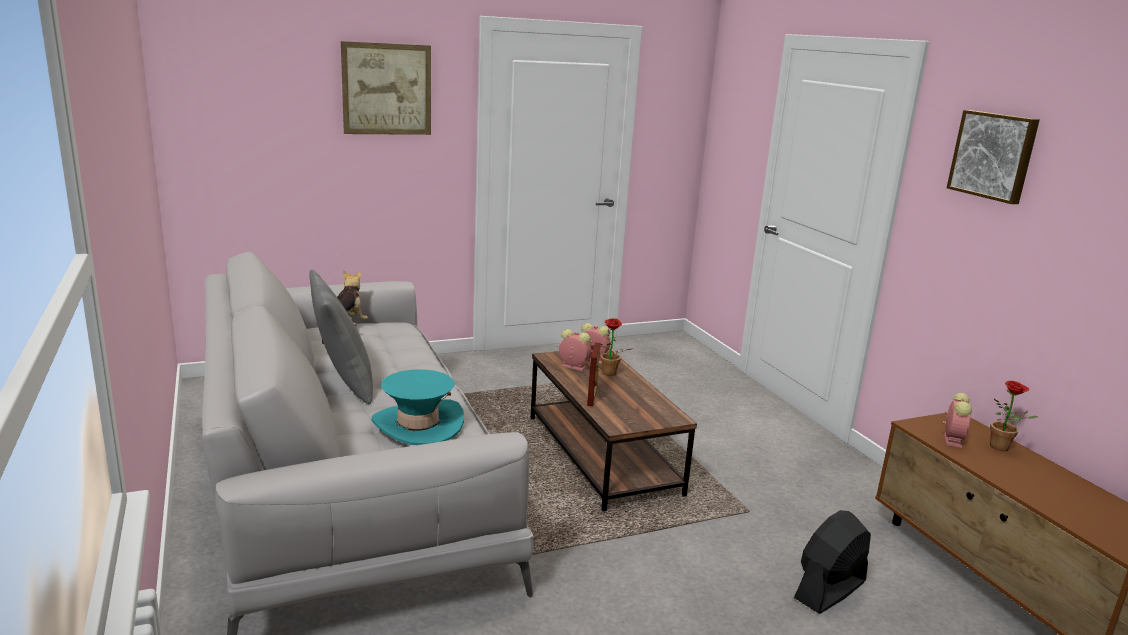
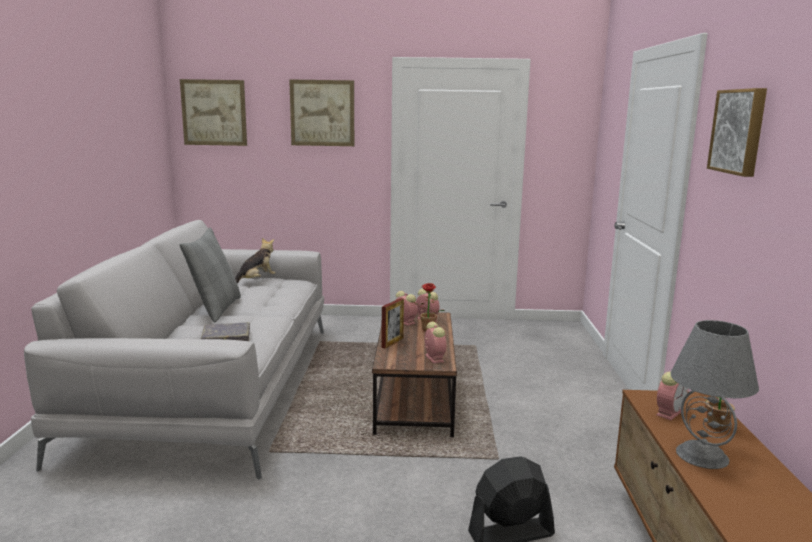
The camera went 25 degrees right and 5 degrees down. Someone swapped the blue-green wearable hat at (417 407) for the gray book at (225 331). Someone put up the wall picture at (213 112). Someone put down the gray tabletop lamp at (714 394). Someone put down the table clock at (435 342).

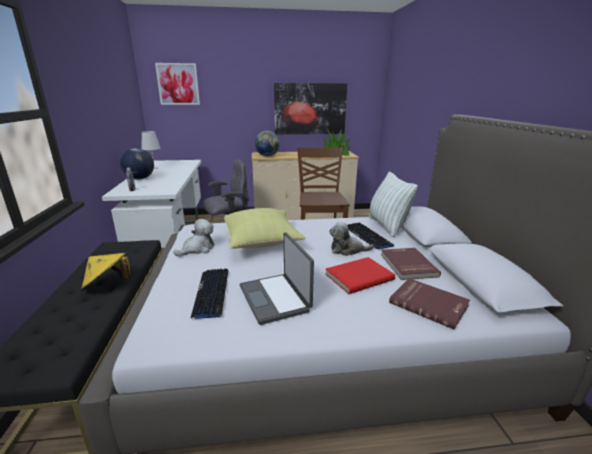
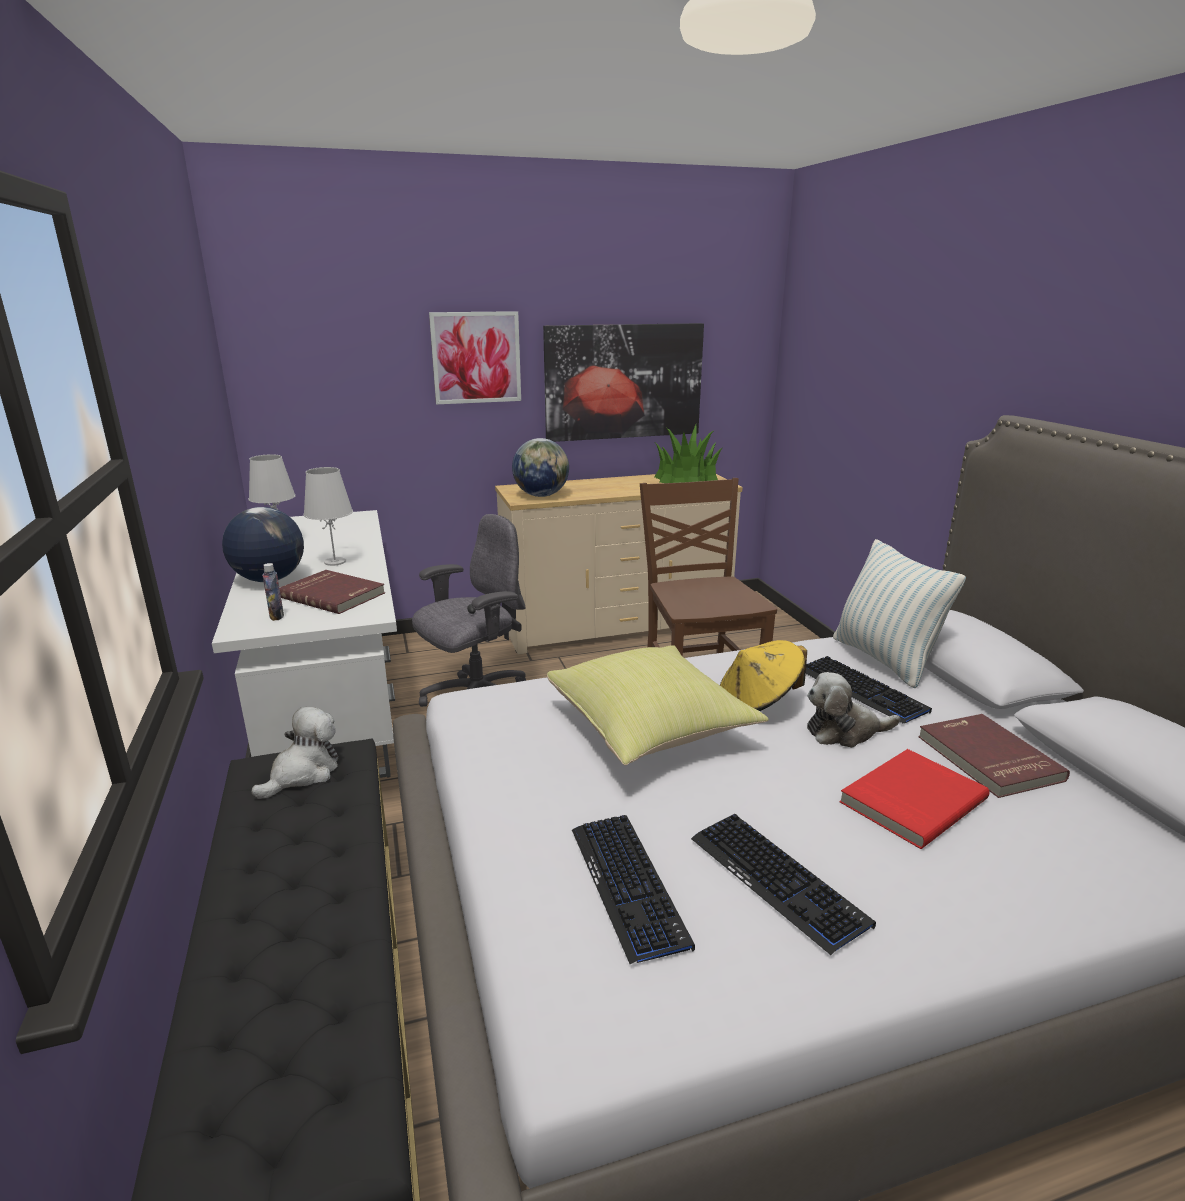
The camera went 10 degrees left and 0 degrees up. Someone carried the wall picture from (177 84) to (475 357). Someone carried the cuddly toy from (193 237) to (295 753). Someone swapped the laptop at (276 278) for the keyboard at (783 884). Someone carried the yellow wearable hat from (105 272) to (763 675). Someone carried the red-coloured book from (429 303) to (332 592). Someone put down the whitish tabletop lamp at (328 516).

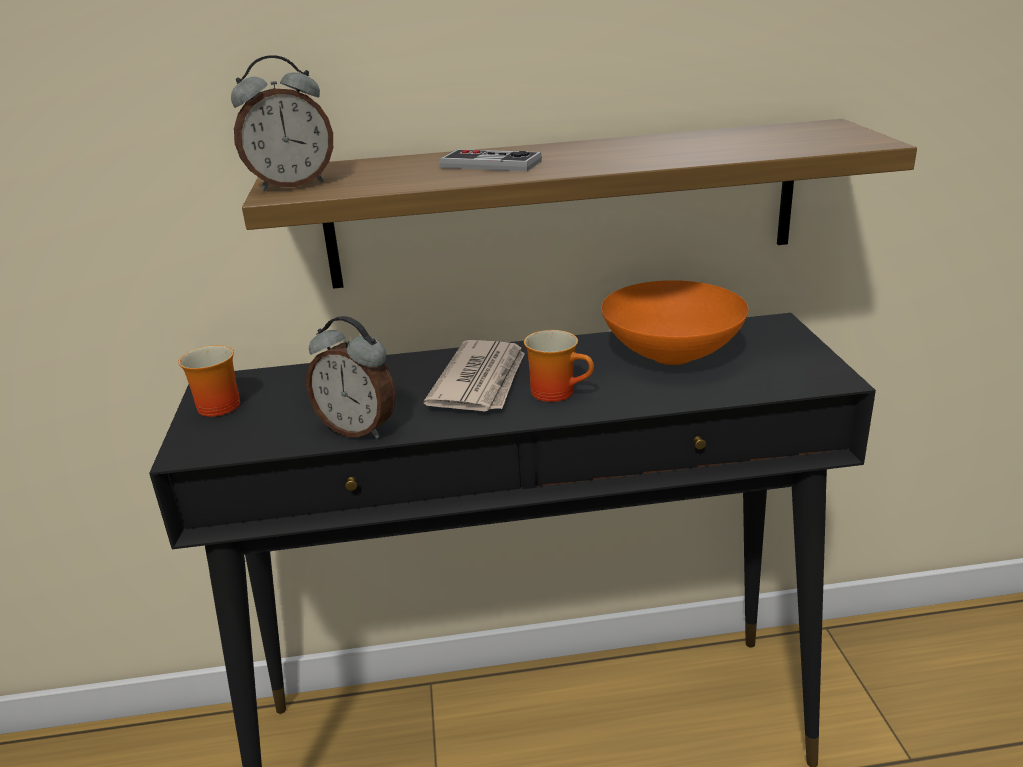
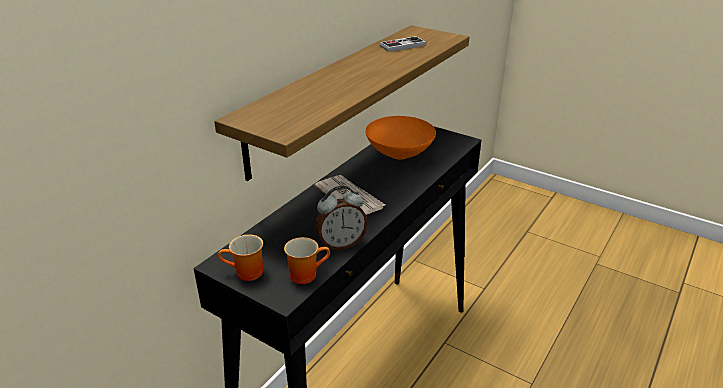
The camera went 50 degrees left and 5 degrees up. Someone took away the table clock at (282 123). Someone carried the gamepad from (490 160) to (402 44). Someone carried the coffee mug from (559 366) to (307 260).

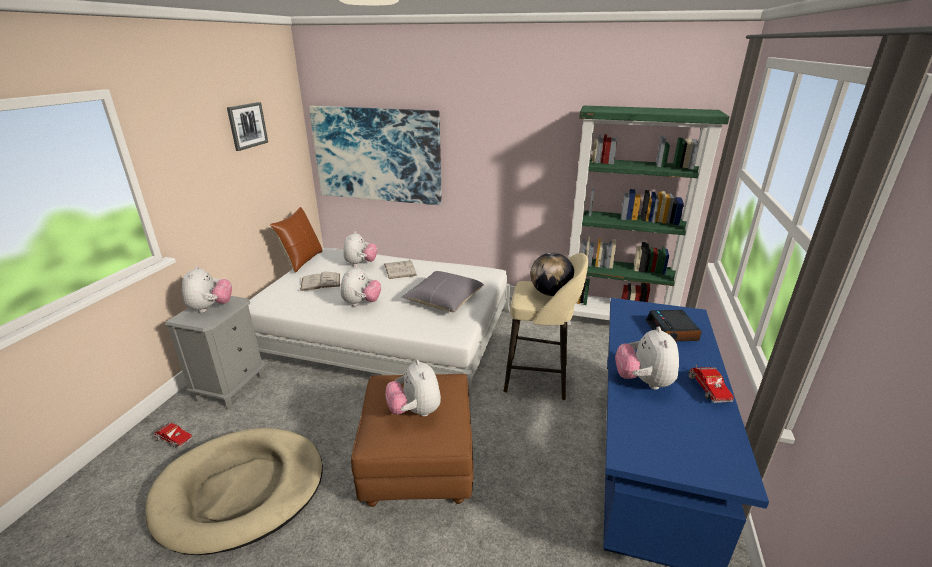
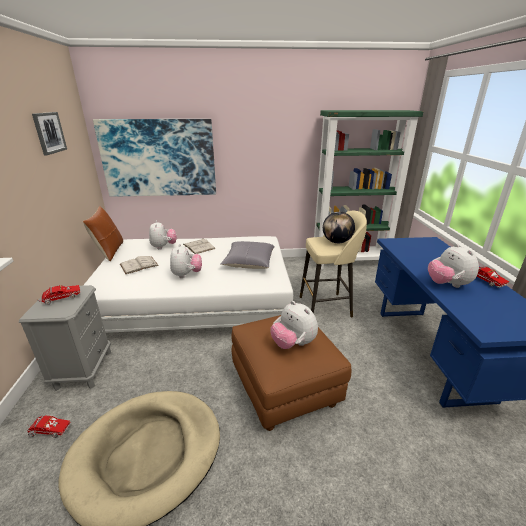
The camera went 20 degrees left and 0 degrees up. Someone swapped the cuddly toy at (207 289) for the toy lorry at (58 295). Someone took away the table clock at (674 325).

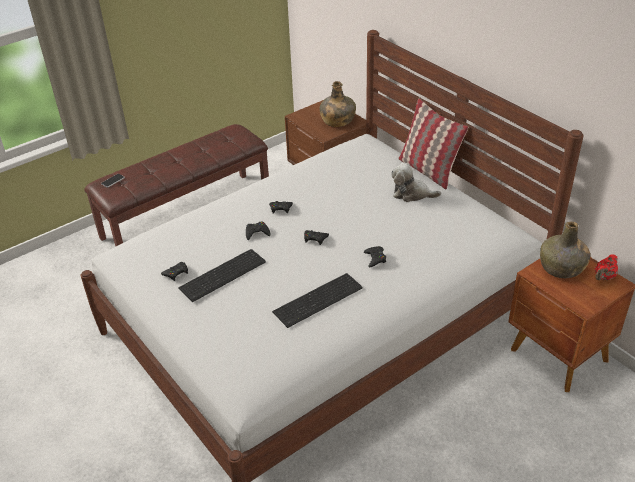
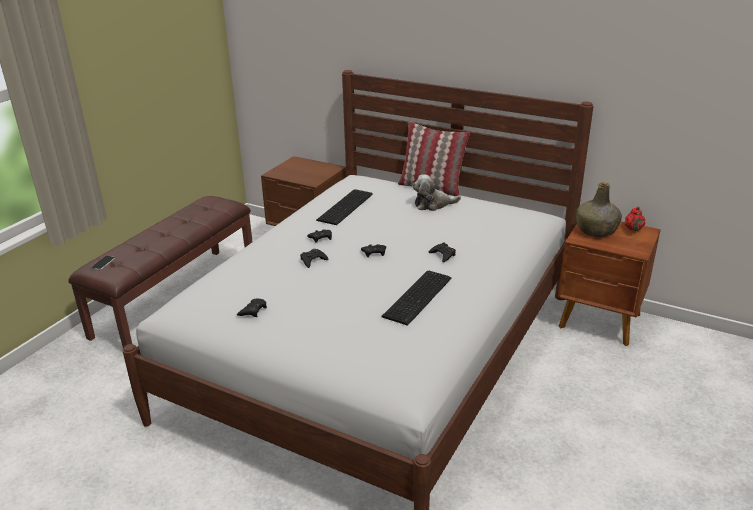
The camera went 25 degrees left and 10 degrees down. Someone took away the green-coloured drink bottle at (338 104). Someone carried the keyboard from (222 275) to (344 207).

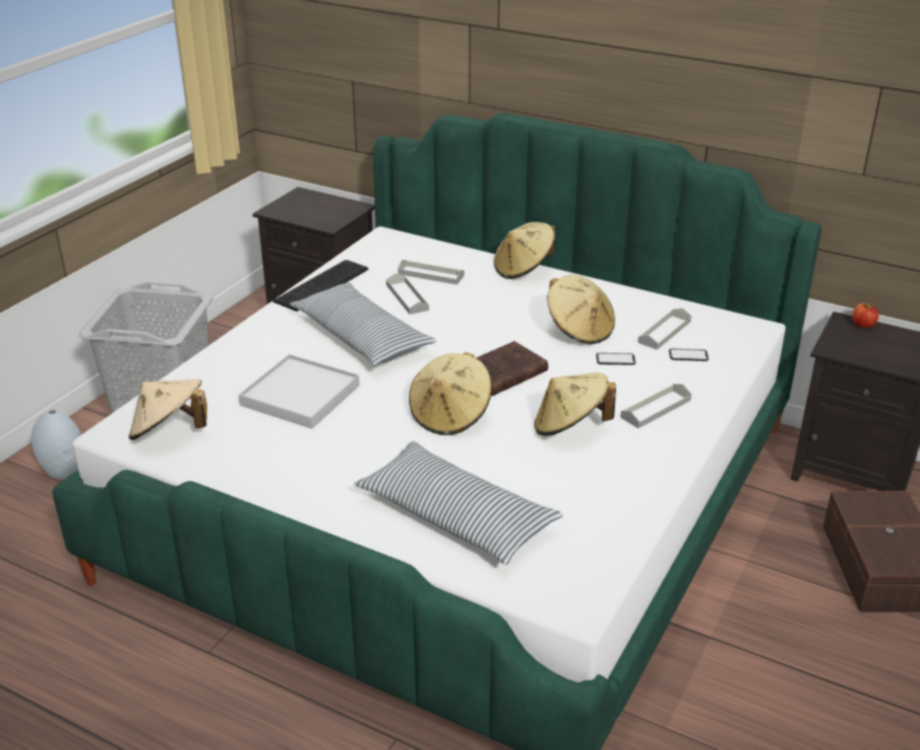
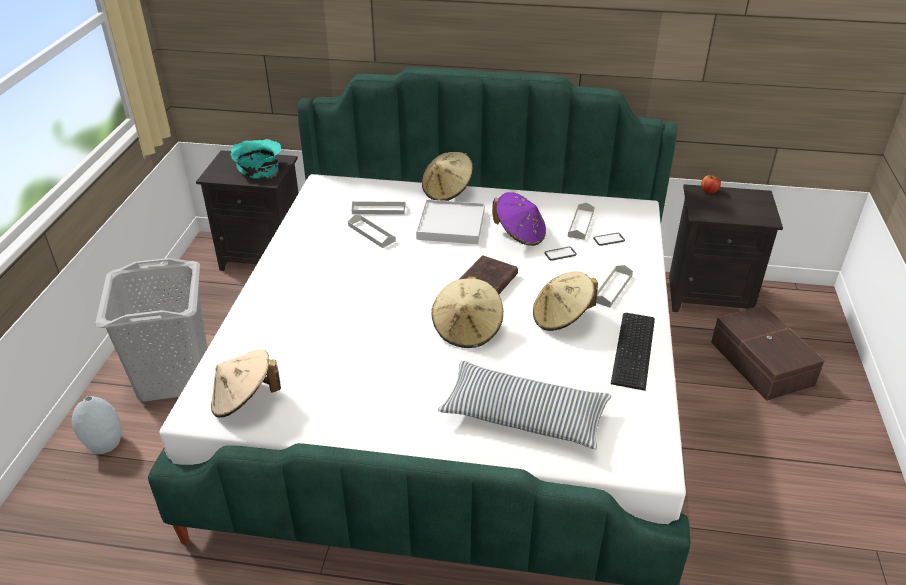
The camera went 20 degrees left and 5 degrees up. Someone carried the keyboard from (320 285) to (633 352). Someone repainted the sand-coloured wearable hat at (581 309), which became the purple wearable hat at (519 219). Someone took away the cushion at (363 324). Someone carried the whitish tray from (299 391) to (450 221). Someone put down the blue-green serving bowl at (256 159).

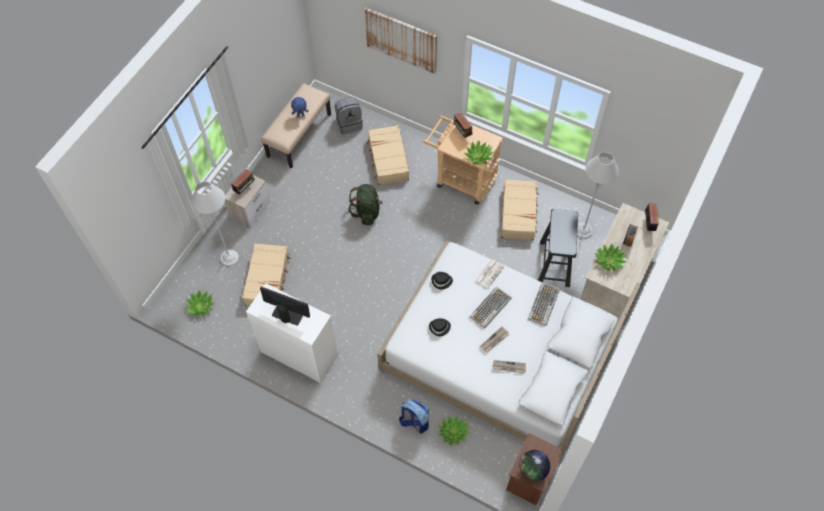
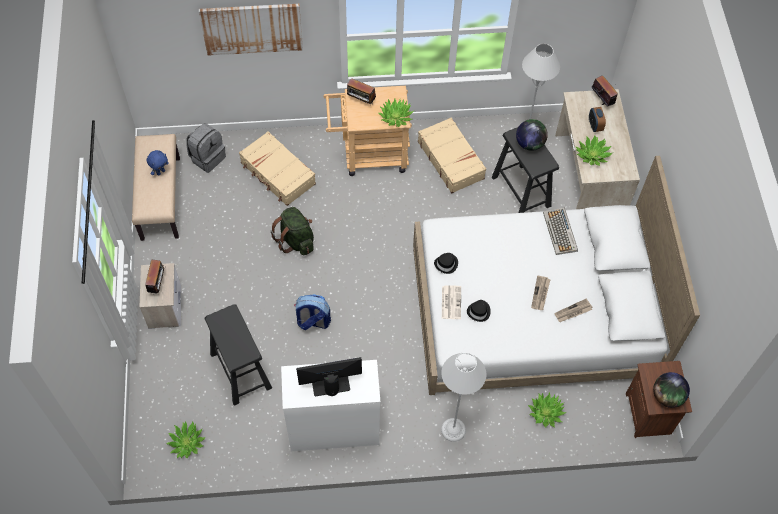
The camera went 35 degrees left and 0 degrees up. Someone carried the gray standard lamp from (215 223) to (463 397). Someone swapped the sand-coloured piece of luggage at (266 274) for the blackish stool at (238 355). Someone carried the newspaper from (489 274) to (451 302). Someone took away the keyboard at (490 307). Someone carried the rucksack from (414 416) to (312 312). Someone put down the world globe at (532 135).

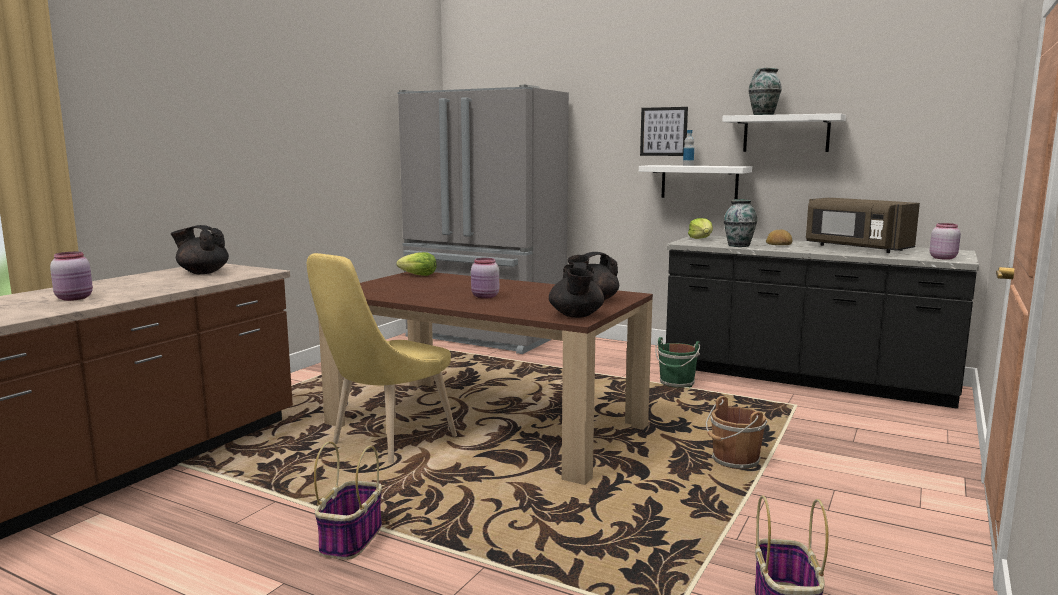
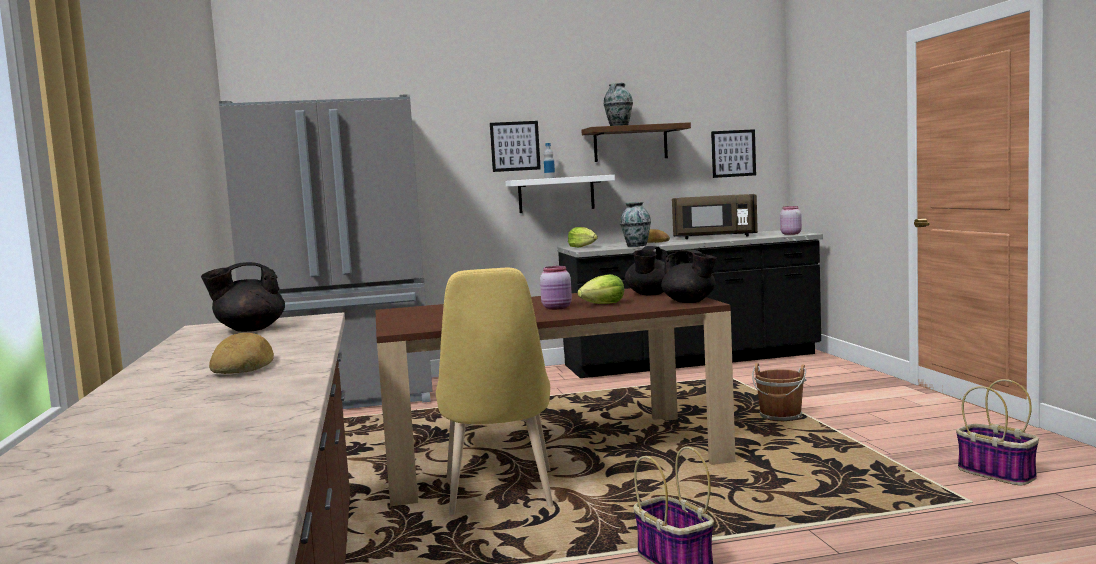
The camera went 40 degrees left and 5 degrees down. Someone repainted the whitish wall shelf at (784 132), which became the brownish wall shelf at (636 142). Someone swapped the pink jar at (71 276) for the bread at (241 353). Someone carried the lettuce head from (417 264) to (601 289). Someone took away the green-coloured pail at (677 362). Someone put up the wall picture at (733 153).

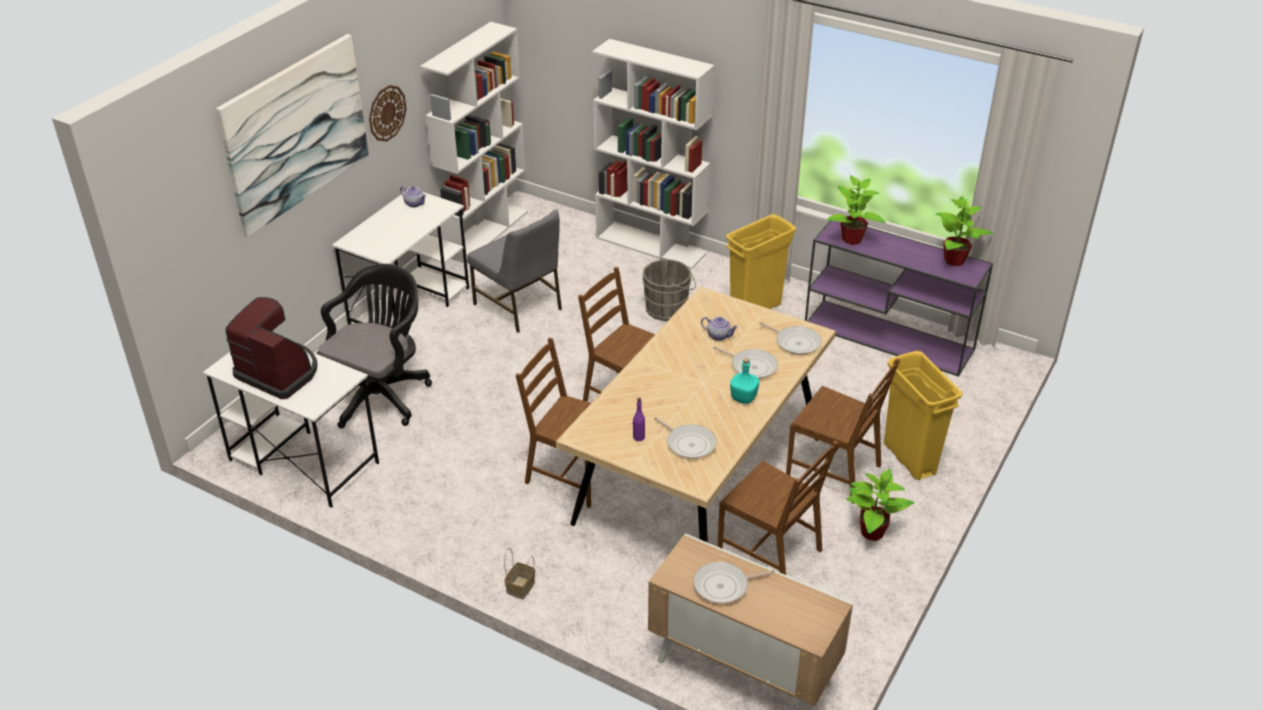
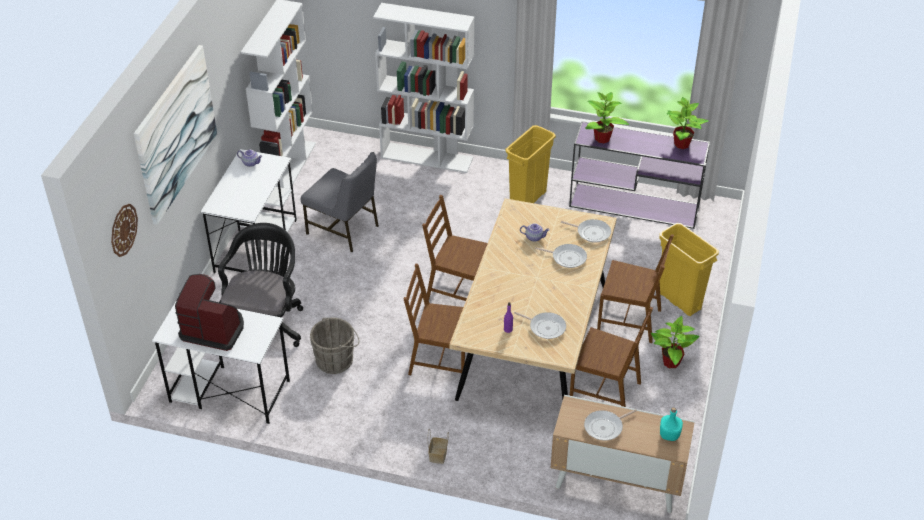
The camera went 15 degrees left and 5 degrees up. Someone carried the wall clock from (387 113) to (124 230). Someone carried the gray pail from (669 289) to (335 346). Someone carried the blue-green drink bottle from (744 381) to (671 424).

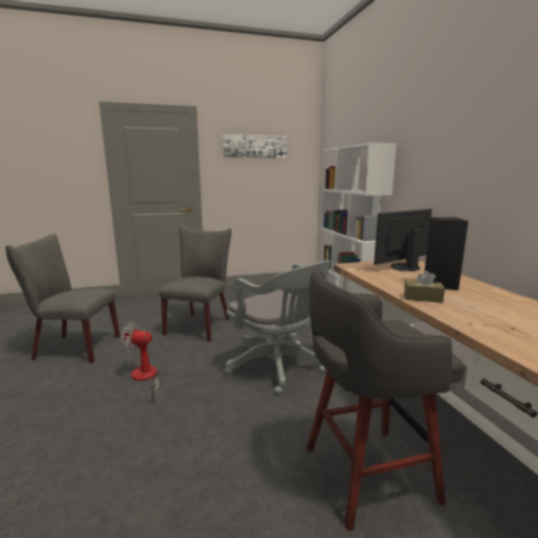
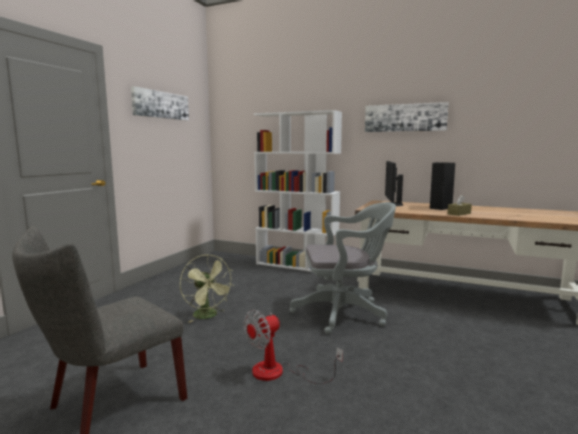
The camera went 50 degrees left and 5 degrees down. Someone swapped the gray upright chair at (195 284) for the green-coloured electric fan at (207 288). Someone took away the gray stool at (385 400). Someone put up the wall picture at (407 117).

